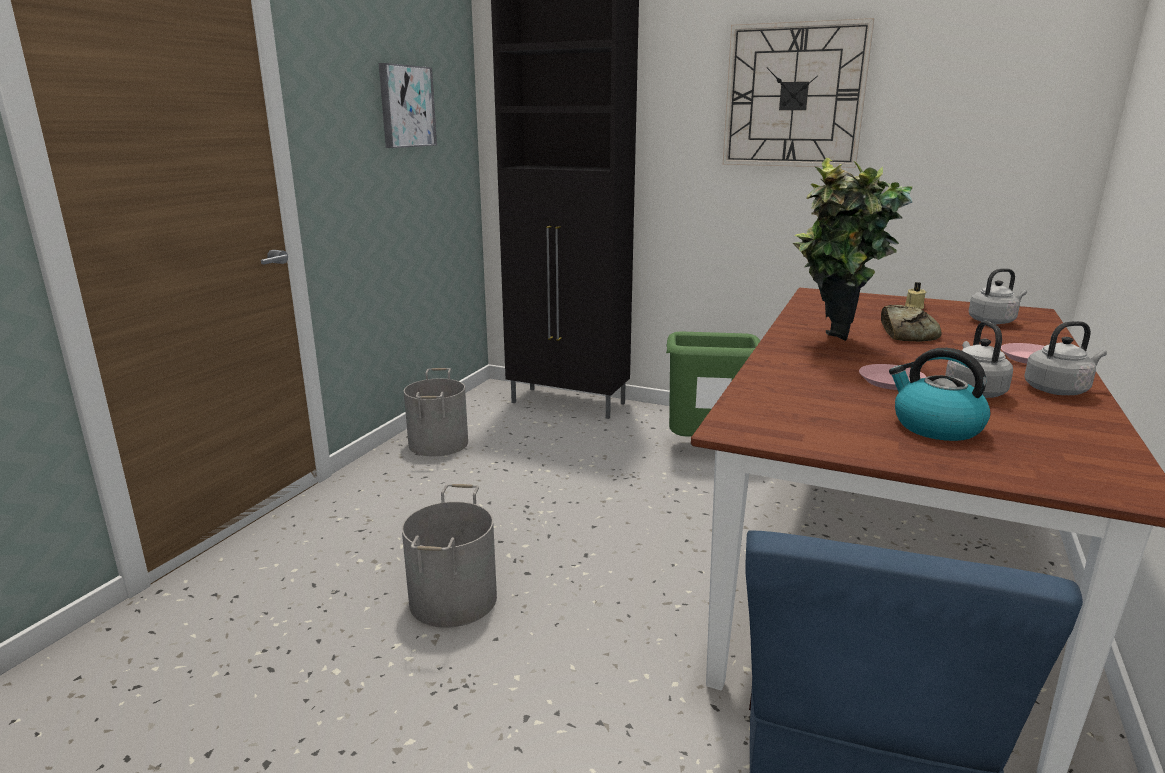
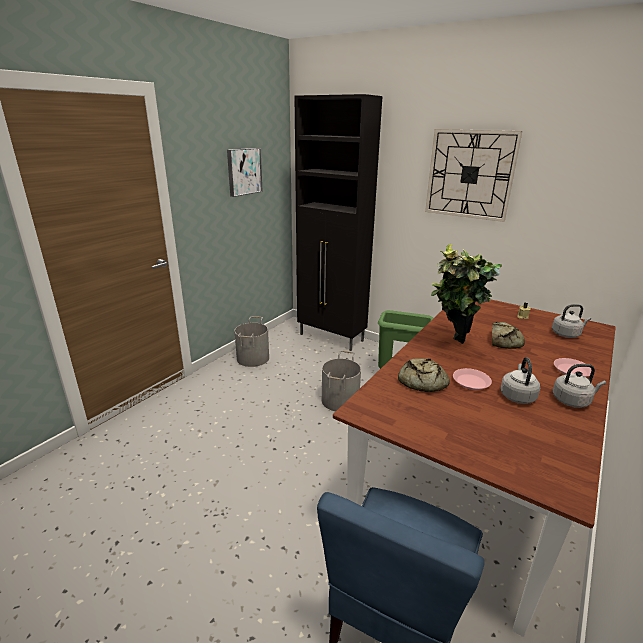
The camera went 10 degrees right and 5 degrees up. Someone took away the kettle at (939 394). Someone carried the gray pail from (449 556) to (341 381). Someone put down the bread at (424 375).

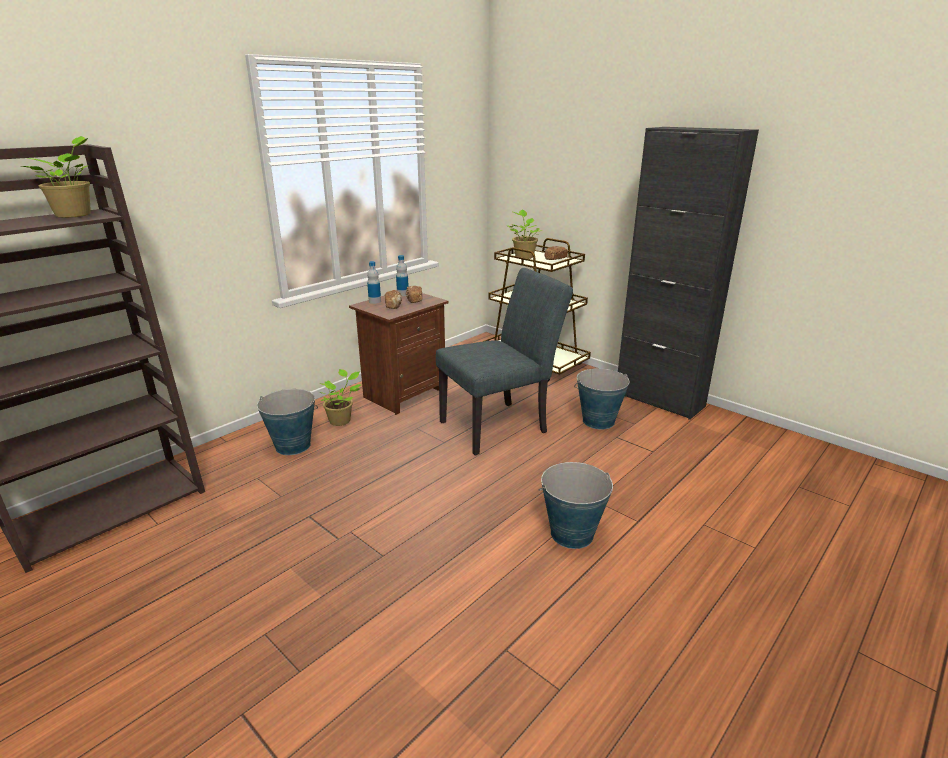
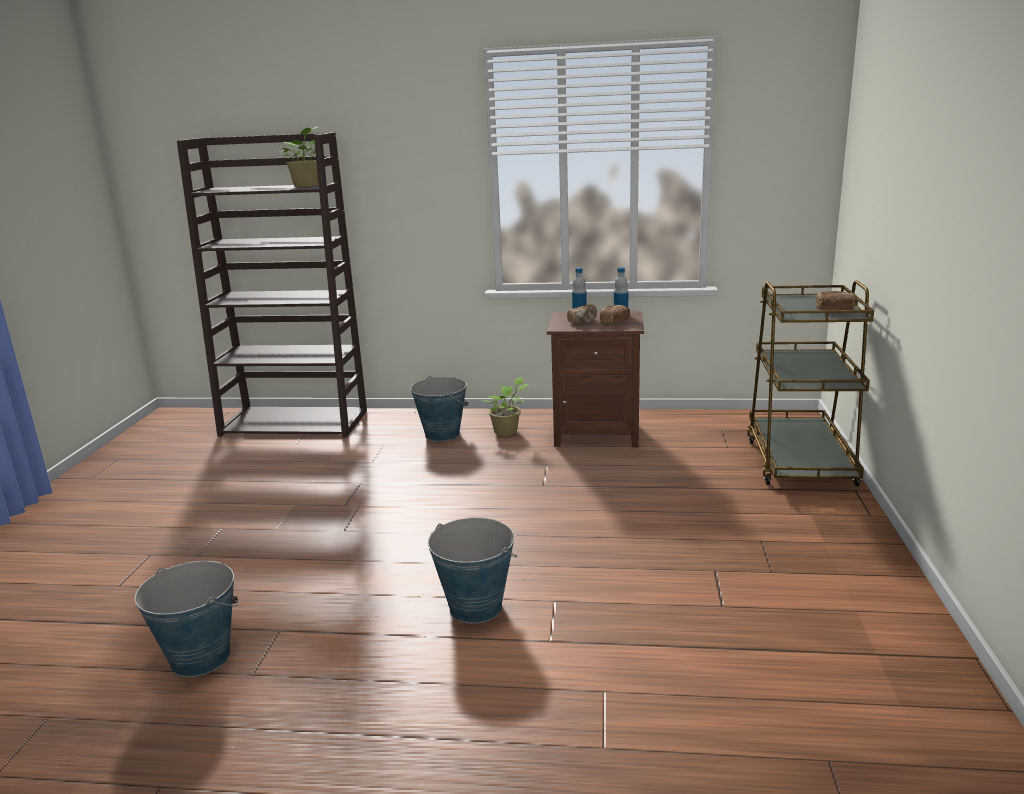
The camera went 55 degrees right and 5 degrees down. Someone took away the blackish cupboard at (688 273). Someone took away the plant in a pot at (524 234). Someone took away the gray upright chair at (504 362). Someone carried the pail from (602 399) to (187 619).

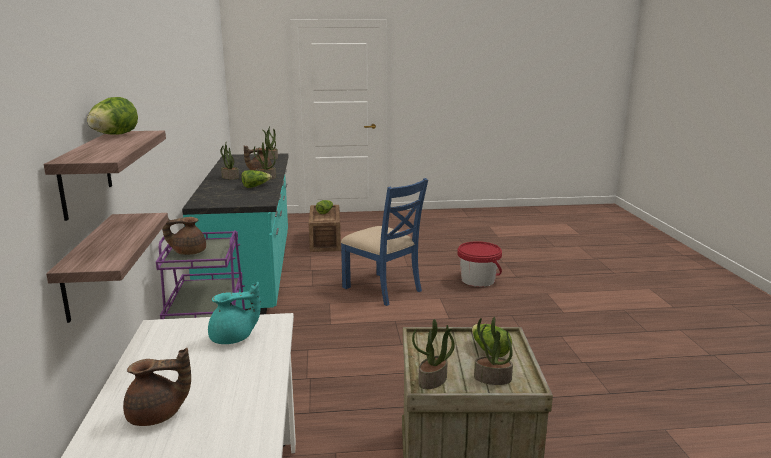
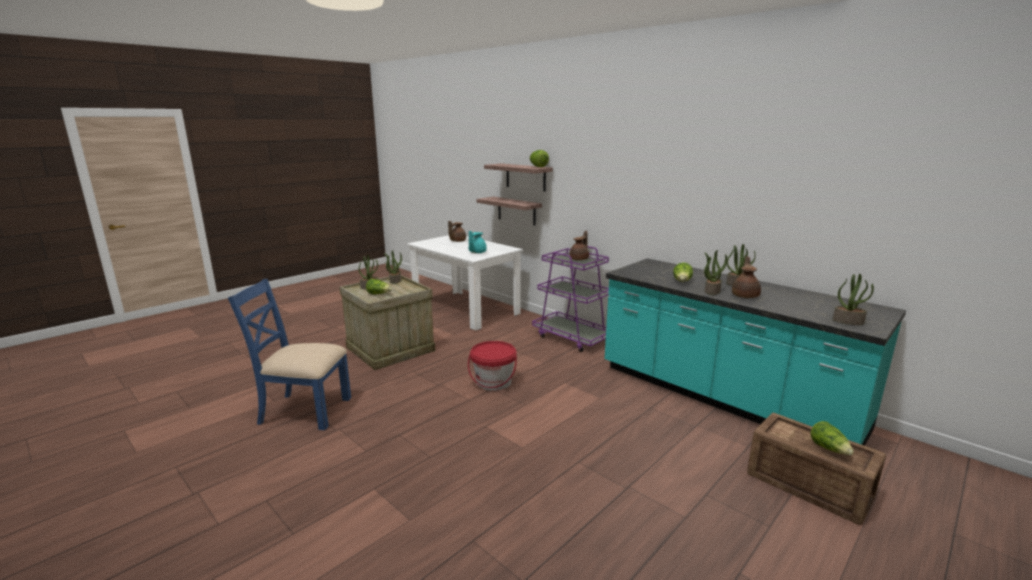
The camera went 140 degrees right and 0 degrees up. Someone carried the bluish upright chair from (384 242) to (289 354). Someone carried the red-coloured pail from (479 264) to (492 366).

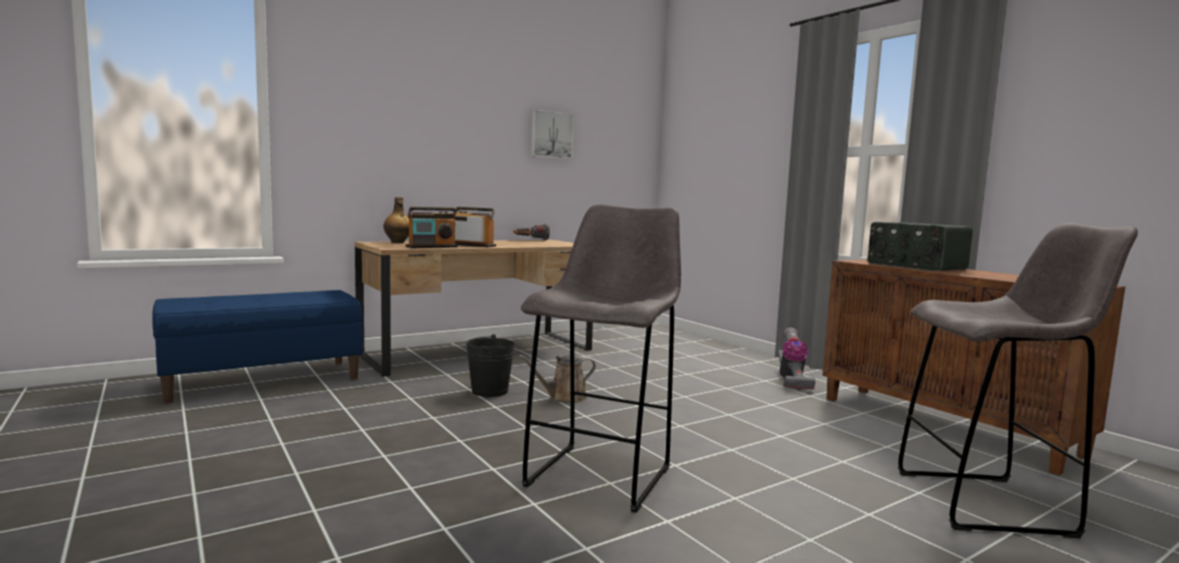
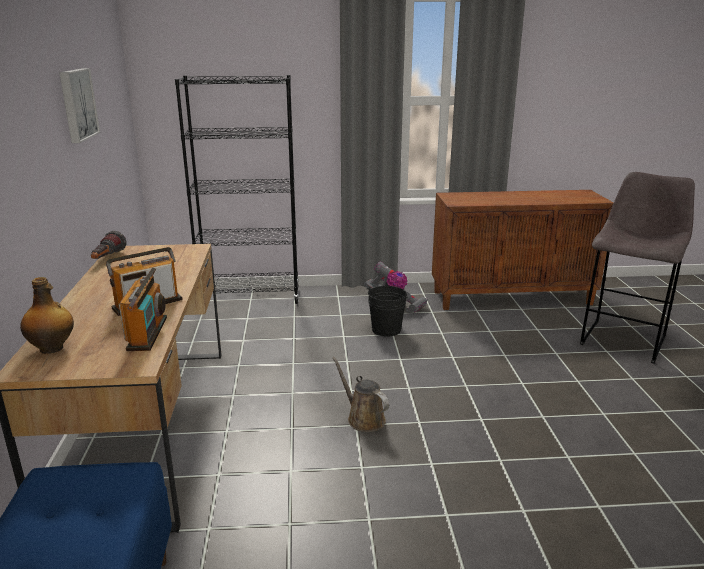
The camera went 60 degrees left and 15 degrees up. Someone took away the gray stool at (601 358). Someone took away the radio receiver at (920 246). Someone carried the blackish pail from (490 365) to (387 311). Someone rotated the brownish watering can at (557 379) by 135 degrees clockwise. Someone put down the blackish bookcase at (237 189).

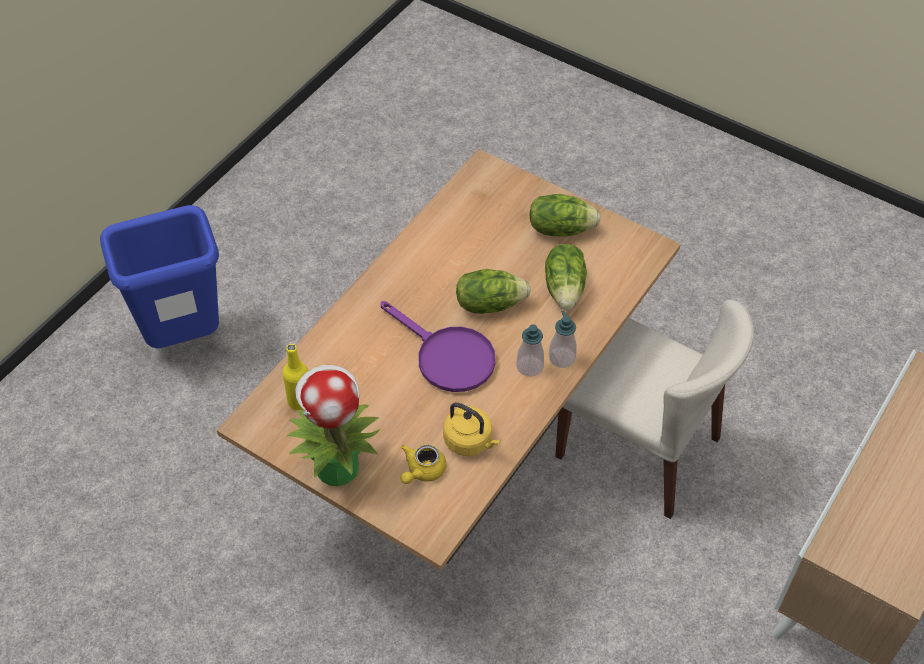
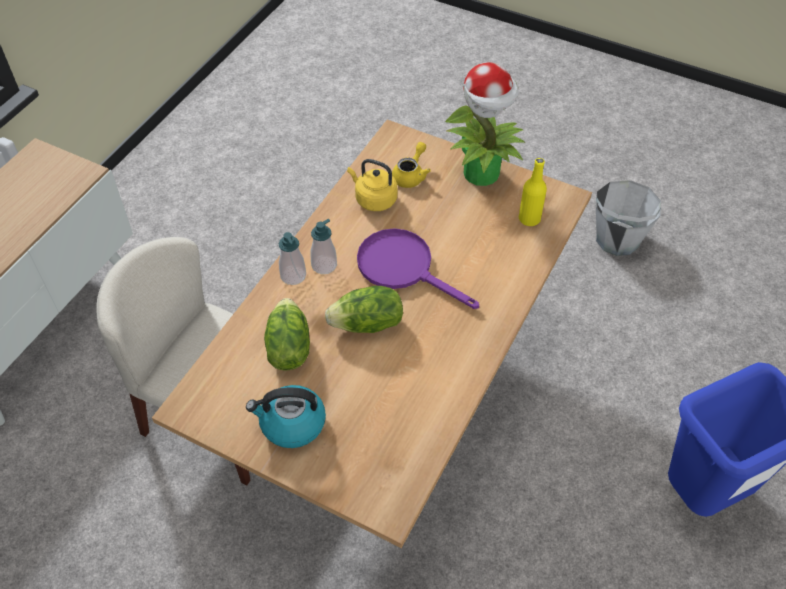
The camera went 175 degrees right and 0 degrees up. Someone swapped the lettuce head at (565 215) for the kettle at (286 416). Someone put down the gray pail at (628 218).

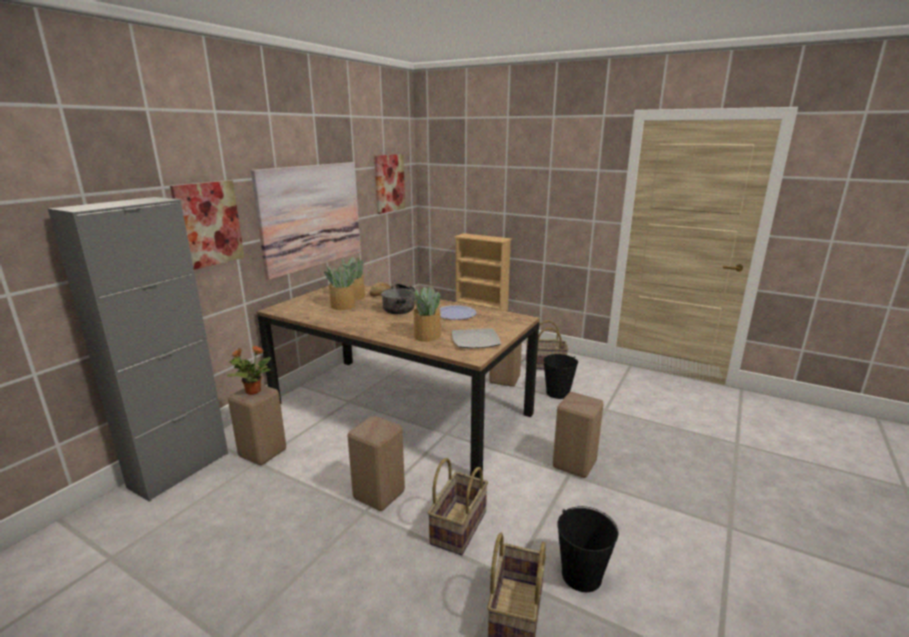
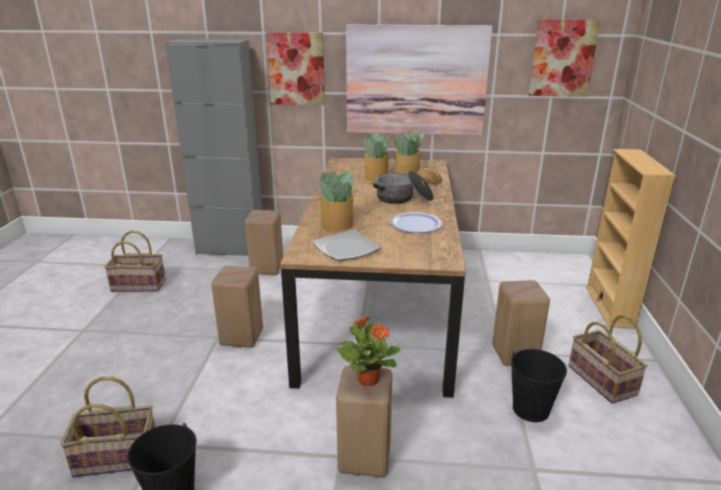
The camera went 65 degrees right and 5 degrees up. Someone carried the plant in a pot from (249 370) to (368 351). Someone carried the basket from (458 506) to (135 261).

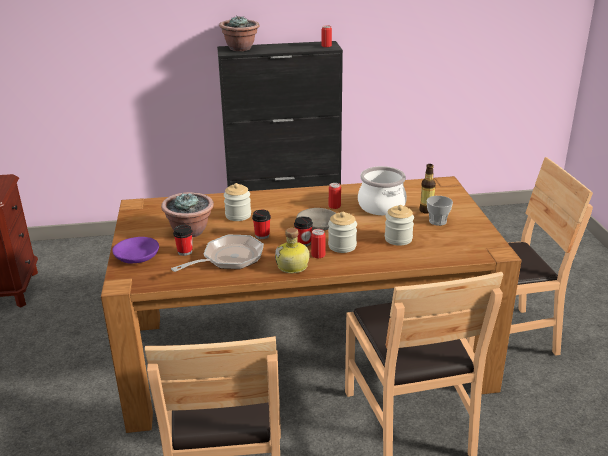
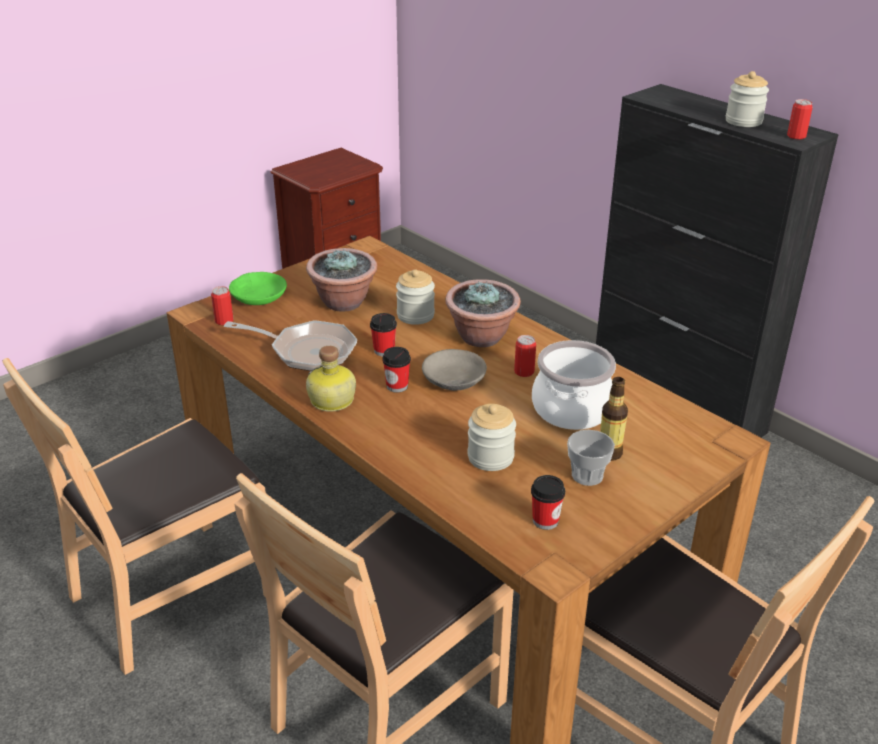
The camera went 55 degrees right and 5 degrees up. Someone carried the plant in a pot from (239 33) to (483 313). Someone carried the jar from (342 232) to (747 99). Someone carried the small cup from (183 240) to (548 502). Someone carried the sealed can from (318 243) to (222 305). Someone repainted the purple serving bowl at (135 250), which became the green-coloured serving bowl at (258 288).

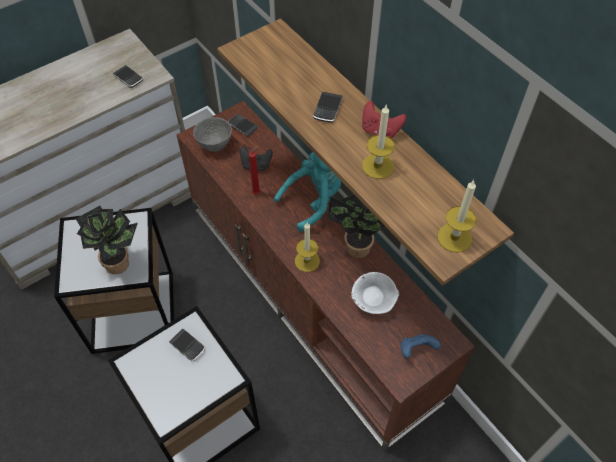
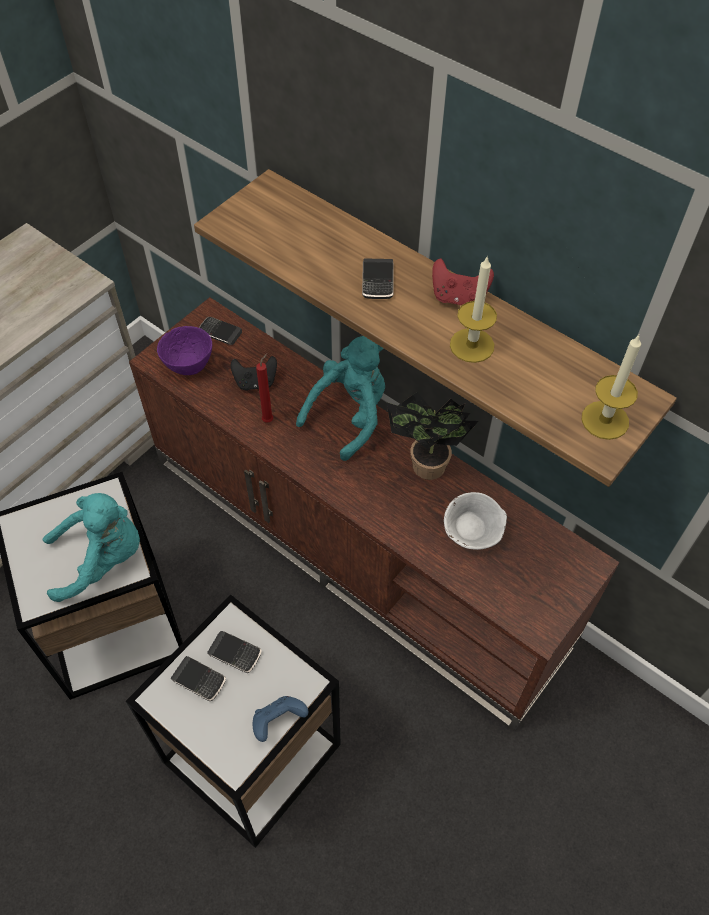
The camera went 15 degrees left and 0 degrees up. Someone carried the telephone from (128 76) to (198 678). Someone repainted the gray serving bowl at (212 134), which became the purple serving bowl at (184 350). Someone swapped the plant in a pot at (107 240) for the blue-green cuddly toy at (91 547). Someone took away the candle at (307 247). Someone carried the bluish gamepad from (421 346) to (280 719).

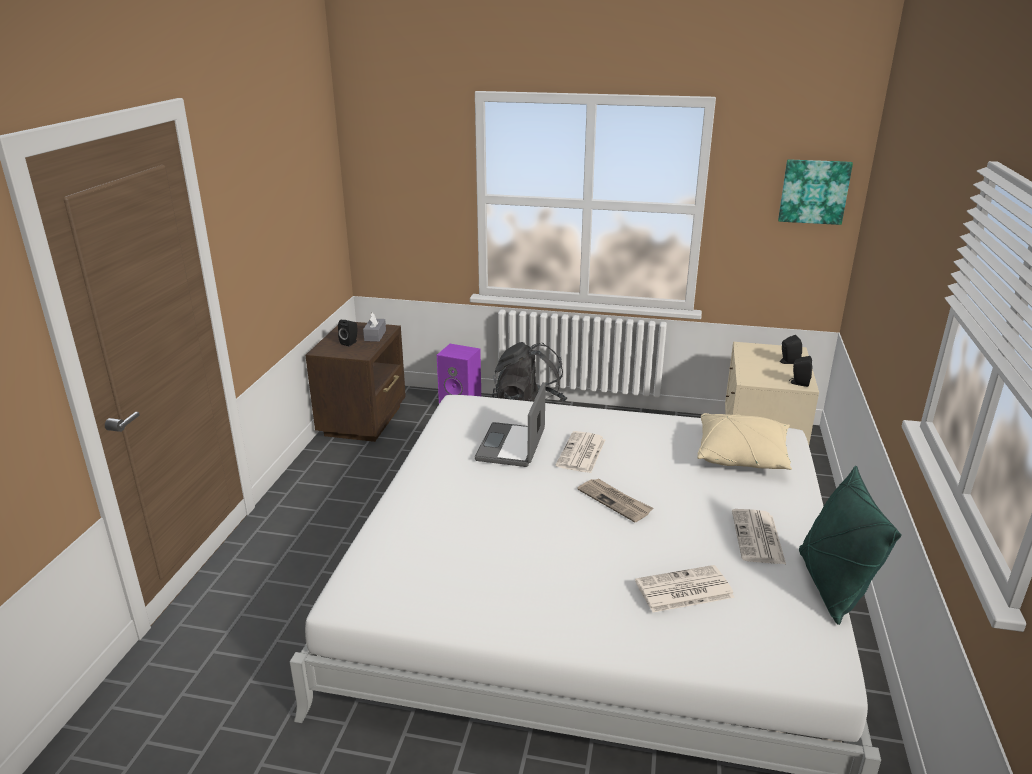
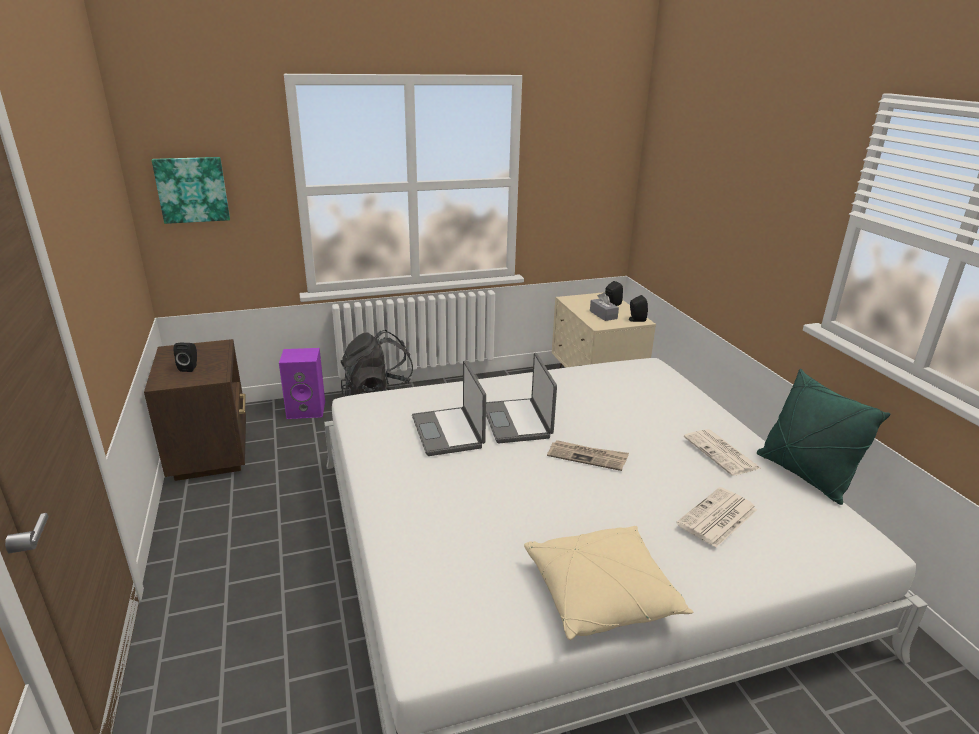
The camera went 30 degrees left and 0 degrees up. Someone carried the wall picture from (815 192) to (191 190). Someone carried the gray box of tissues from (374 327) to (604 306). Someone carried the sand-coloured cushion from (744 441) to (608 583). Someone swapped the newspaper at (580 452) for the laptop at (521 398).

